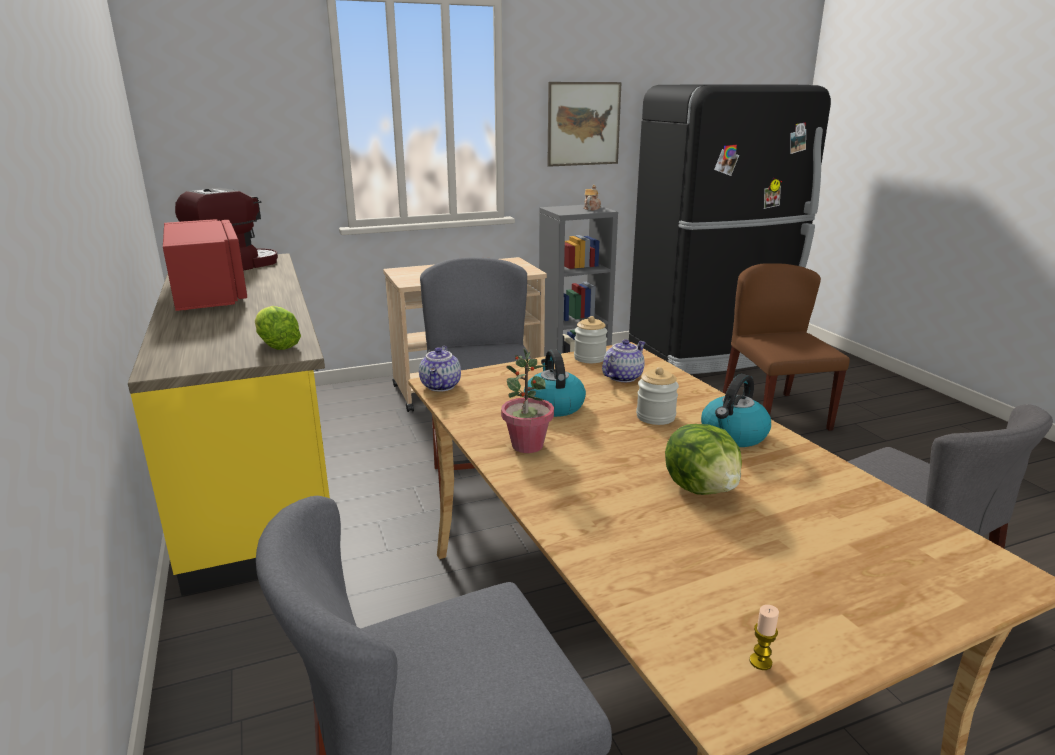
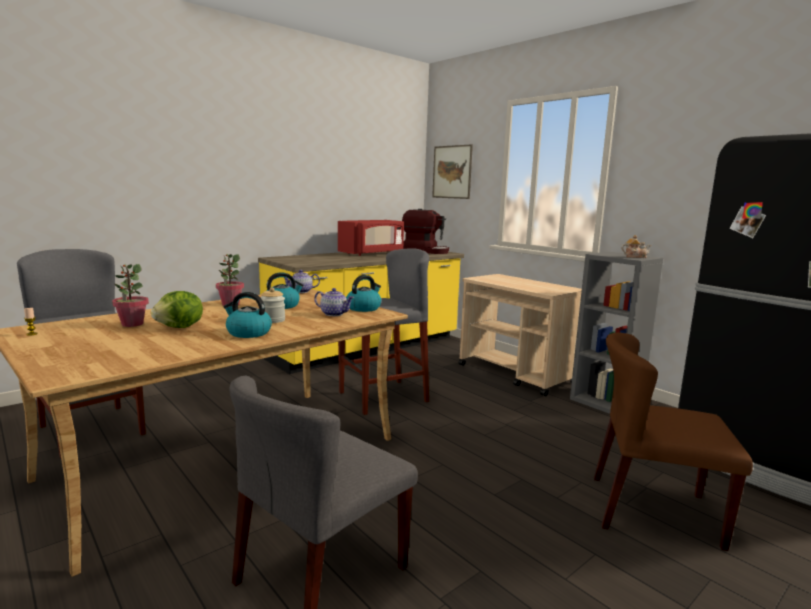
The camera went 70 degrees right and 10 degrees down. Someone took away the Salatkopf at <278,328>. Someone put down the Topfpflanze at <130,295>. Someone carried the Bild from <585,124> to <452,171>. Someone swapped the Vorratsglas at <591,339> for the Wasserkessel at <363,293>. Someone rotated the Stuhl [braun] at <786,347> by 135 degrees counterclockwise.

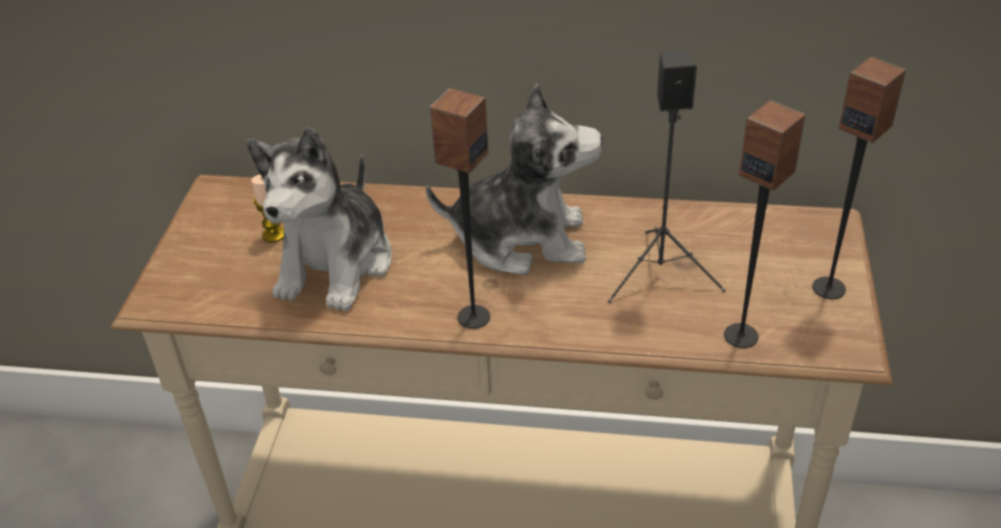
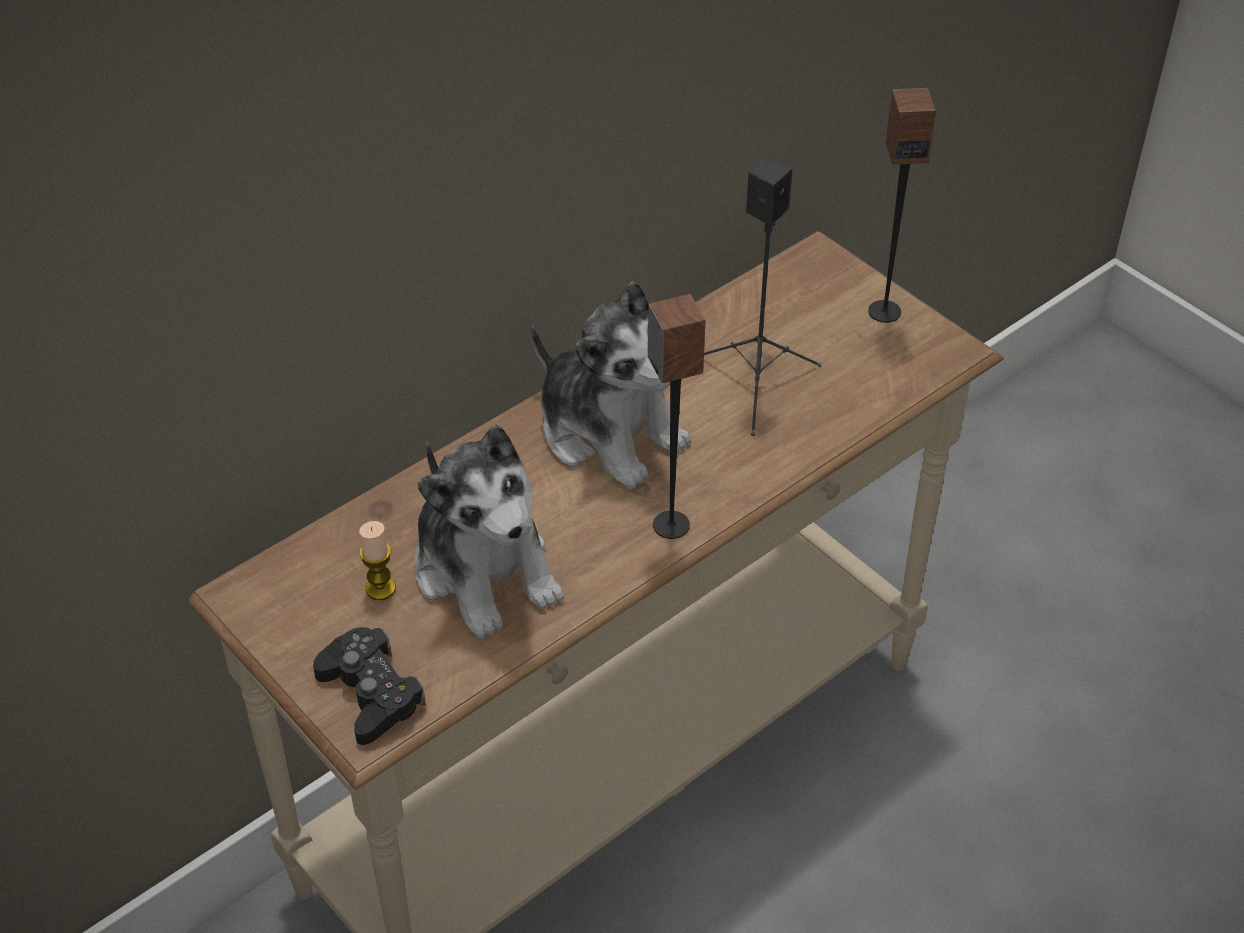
The camera went 50 degrees left and 5 degrees up. Someone took away the Lautsprecher at <765,224>. Someone put down the Gamepad [schwarz] at <369,686>. Someone rotated the Plüschtier at <514,179> by 90 degrees clockwise.

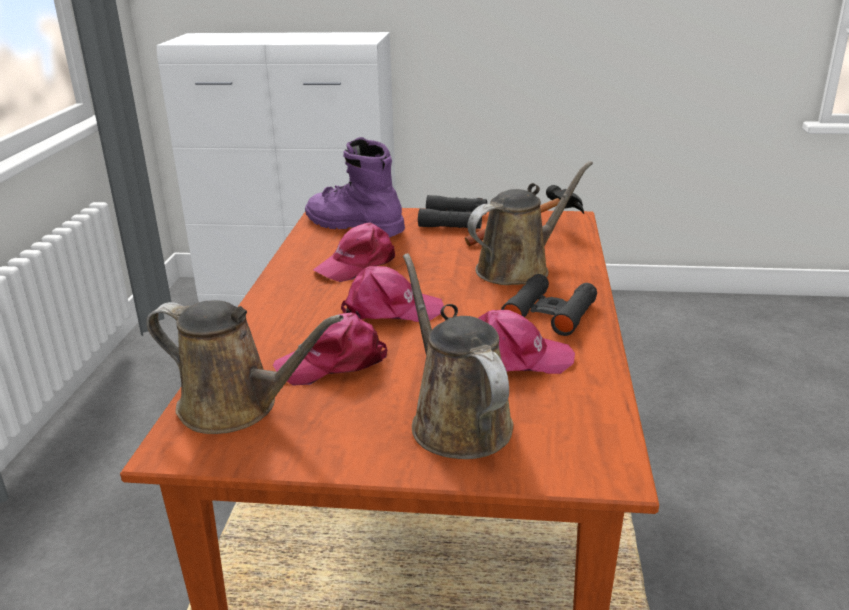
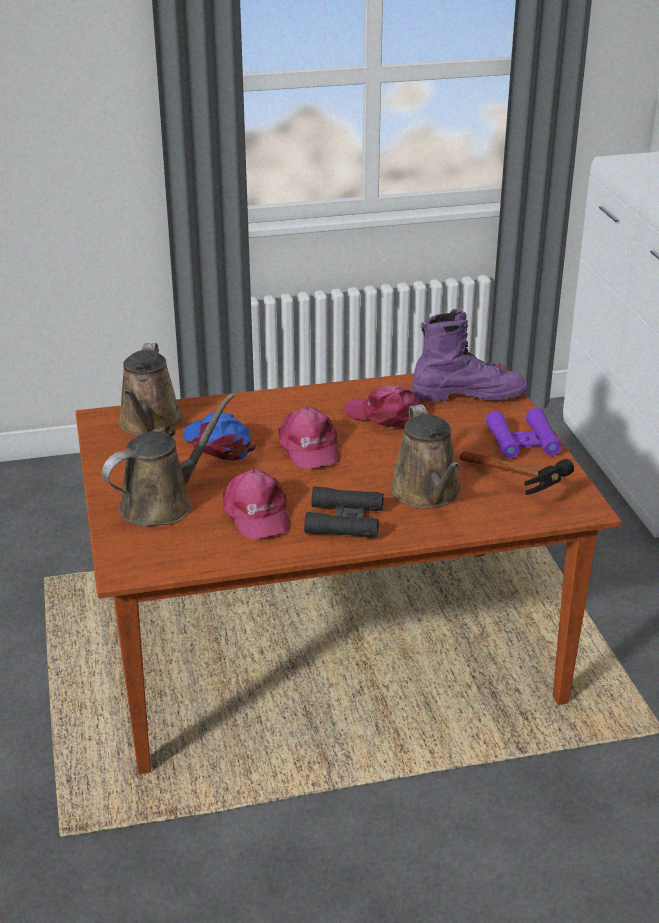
The camera went 70 degrees right and 5 degrees up. Someone repainted the Kappe [rosa] at <330,349>, which became the Kappe [blau] at <219,436>. Someone repainted the Fernglas [schwarz] at <452,212>, which became the Fernglas [lila] at <523,433>. Someone rotated the Stiefel [lila] at <355,187> by 75 degrees clockwise. Someone rotated the Gießkanne [braun] at <530,223> by 45 degrees clockwise.

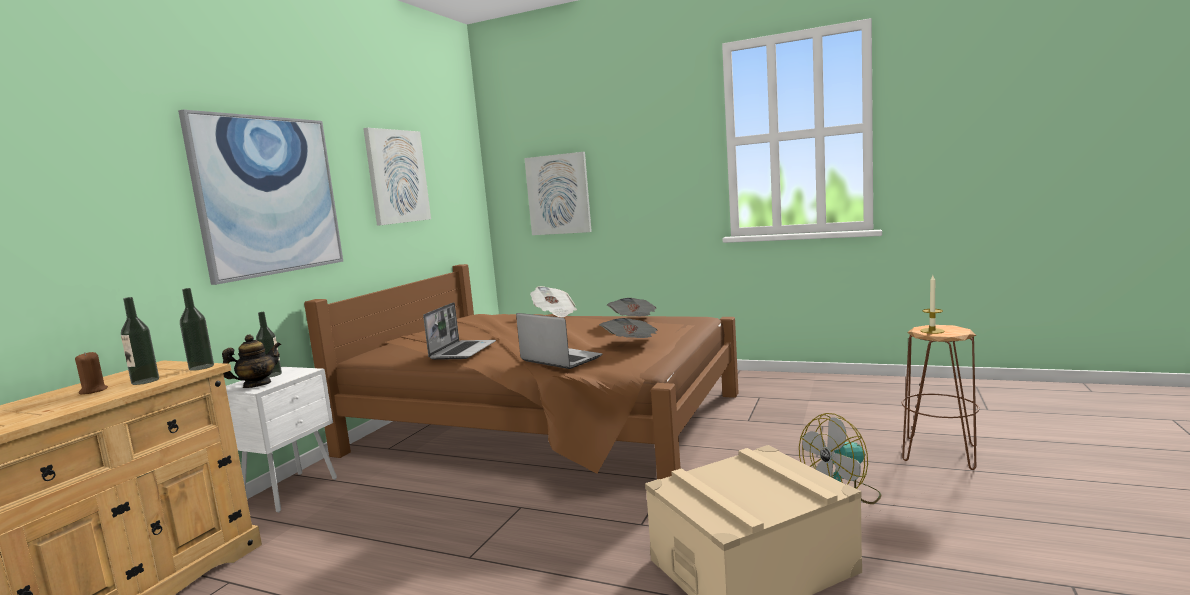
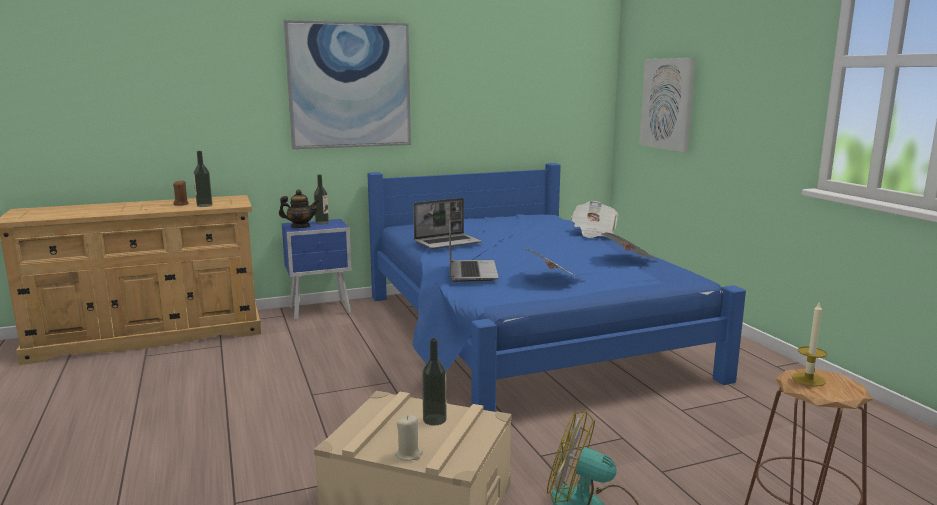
The camera went 45 degrees right and 5 degrees up. Someone took away the Bild at <397,177>. Someone put down the Kerze [beige] at <409,438>. Someone carried the Flasche from <197,329> to <434,382>. Someone repainted the Nachttisch [weiß] at <281,440>, which became the Nachttisch [blau] at <316,269>. Someone repainted the Bett [braun] at <521,371>, which became the Bett [blau] at <556,287>.

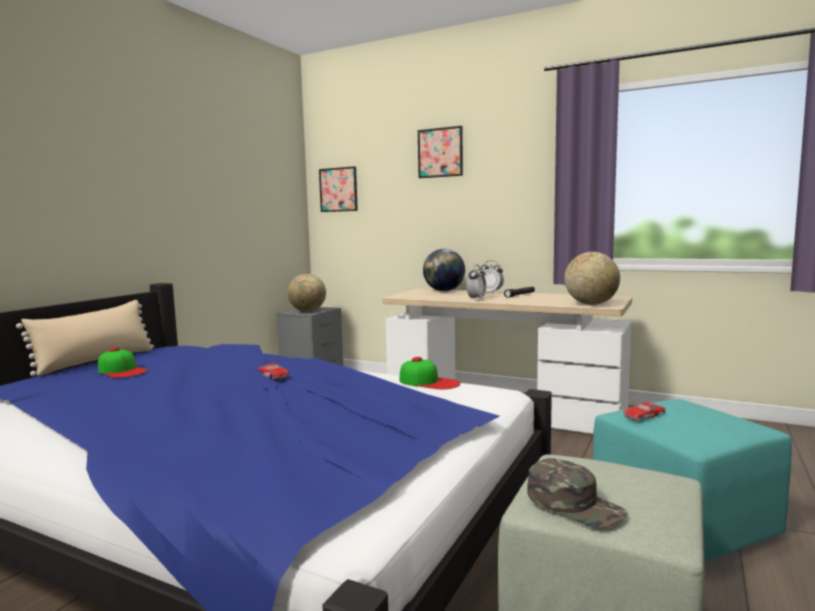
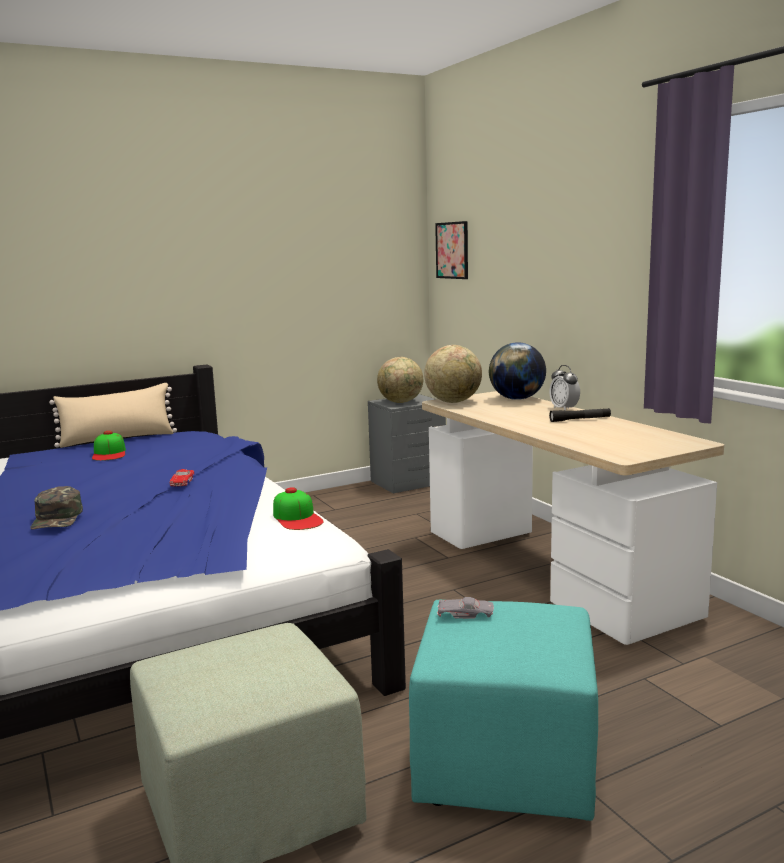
The camera went 35 degrees right and 5 degrees up. Someone took away the Bild at <440,152>. Someone took away the Wecker at <476,282>. Someone carried the Kappe [grün] from <577,493> to <56,508>. Someone carried the Globus from <592,278> to <453,374>. Someone repainted the Spielzeugauto [rot] at <645,411>, which became the Spielzeugauto [grau] at <465,608>.

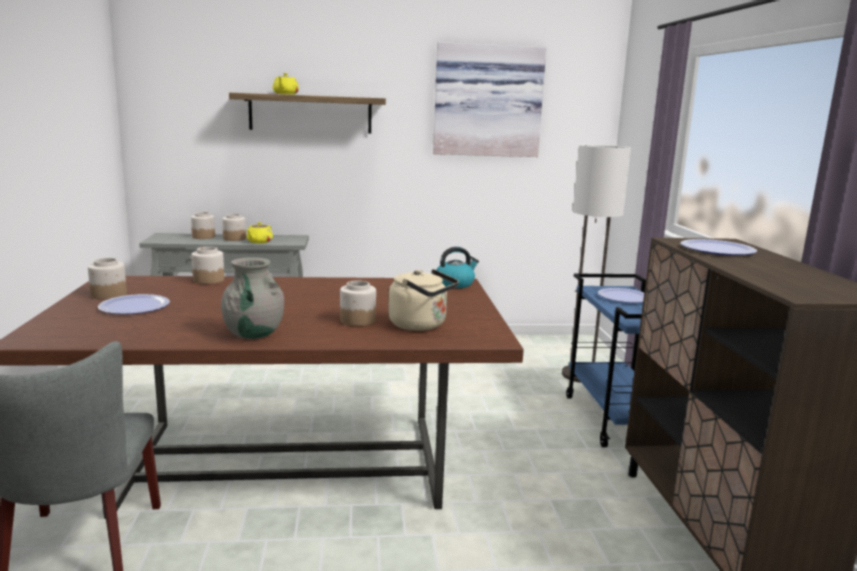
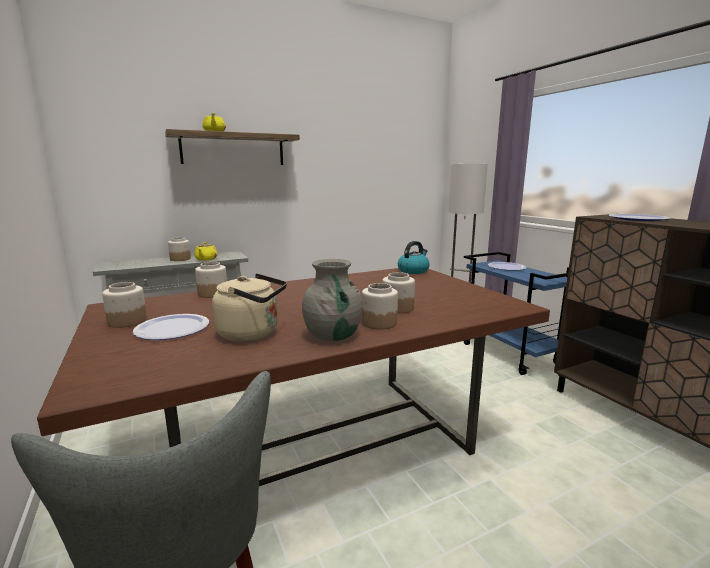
The camera went 20 degrees left and 0 degrees up. Someone took away the Bild at <489,99>. Someone carried the Vorratsglas from <203,225> to <380,306>. Someone carried the Wasserkessel [beige] from <423,300> to <249,307>.

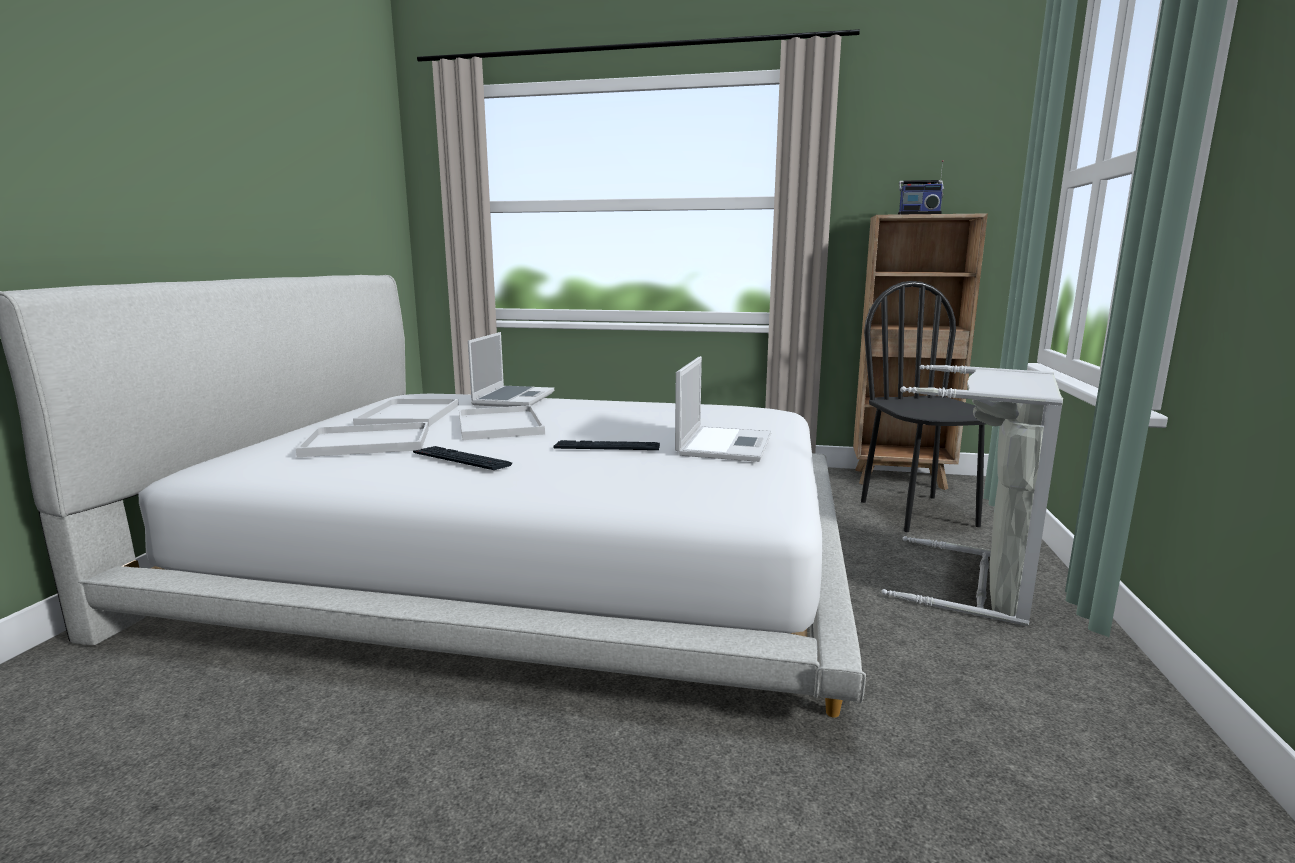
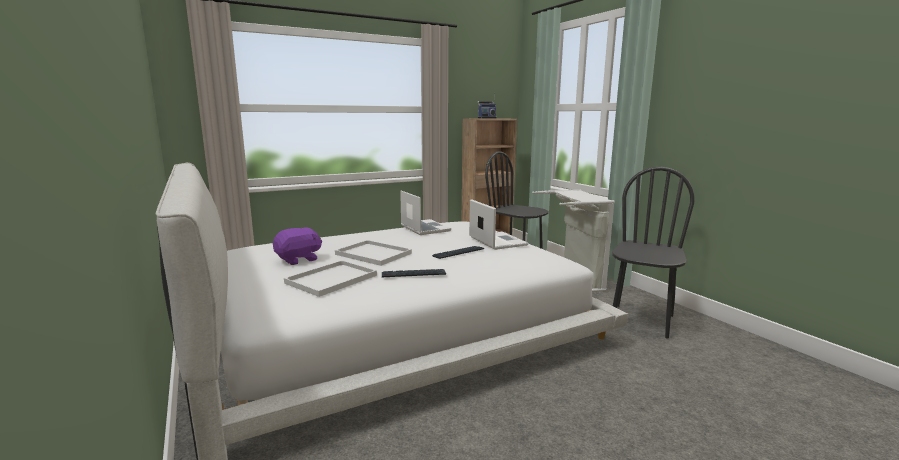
The camera went 40 degrees left and 0 degrees up. Someone put down the Stuhl [schwarz] at <653,253>. Someone carried the Laptop from <511,369> to <425,213>. Someone swapped the Tablett [weiß] at <406,412> for the Plüschtier [lila] at <297,246>.

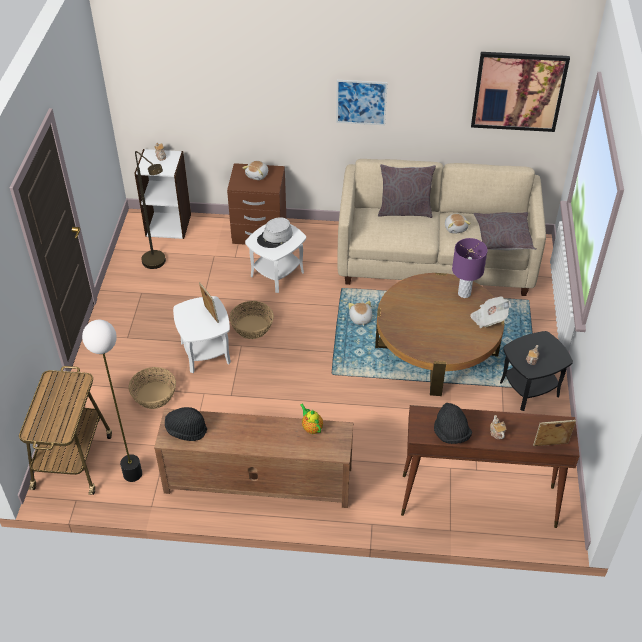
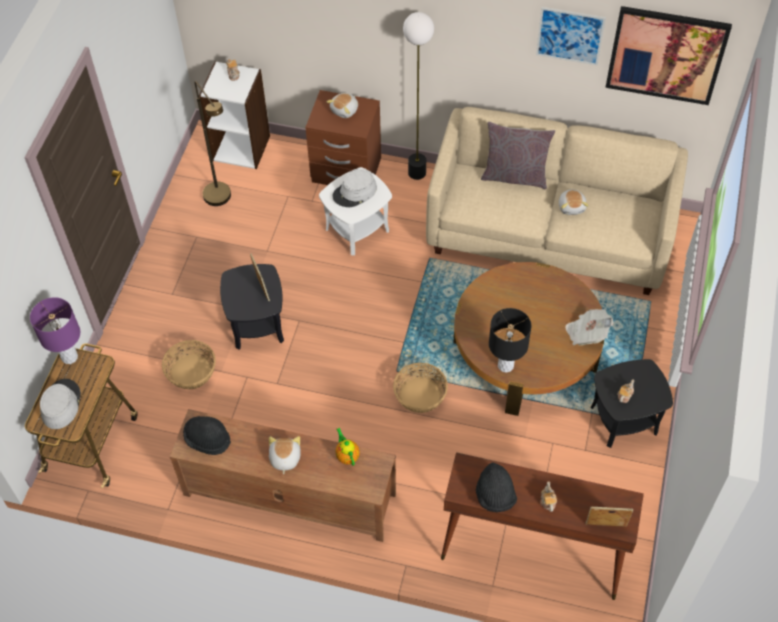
The camera went 10 degrees right and 10 degrees up. Someone took away the Kissen [grau] at <505,231>. Someone put down the Hut [grau] at <60,404>. Someone put down the Tischlampe [schwarz] at <510,340>. Someone carried the Stehlampe from <112,401> to <418,96>. Someone carried the Korb from <251,320> to <420,388>. Someone carried the Bild from <362,102> to <571,36>. Someone carried the Plüschtier from <360,313> to <285,455>. Someone carried the Tischlampe [lila] from <470,268> to <55,330>. Someone repainted the Beistelltisch [weiß] at <202,334>, which became the Beistelltisch [schwarz] at <252,306>.

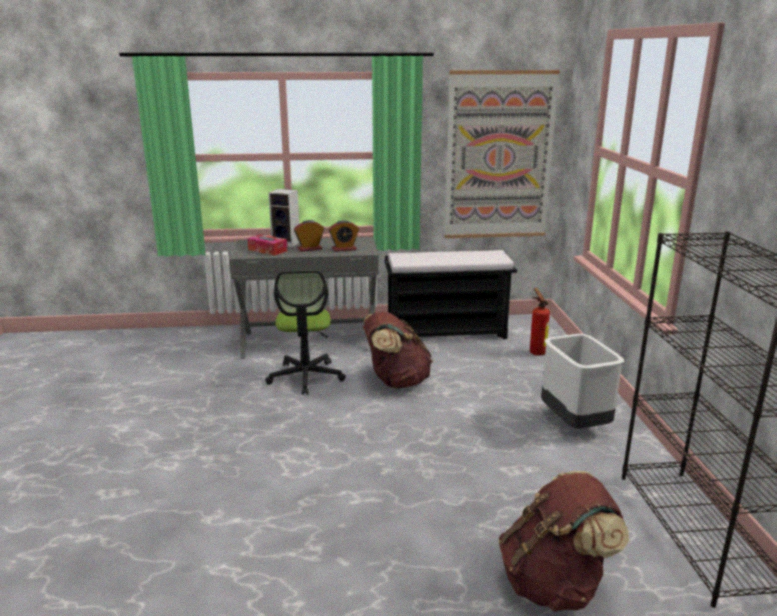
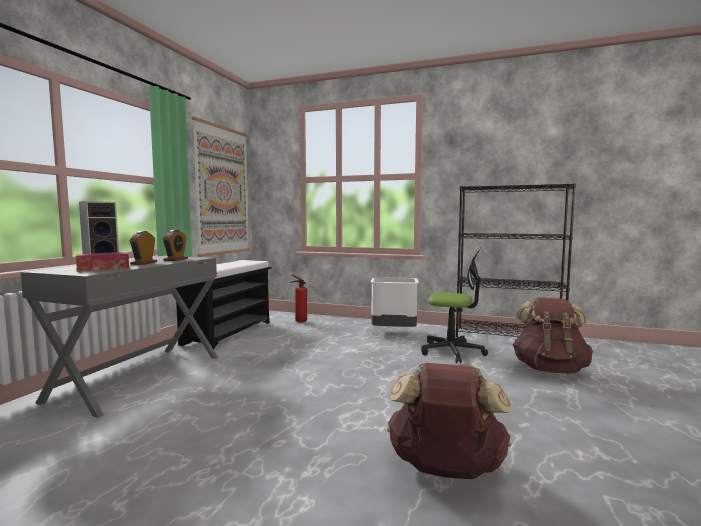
The camera went 65 degrees left and 15 degrees down. Someone carried the Bürostuhl from <305,332> to <454,305>. Someone carried the Rucksack [braun] from <398,350> to <449,421>.

